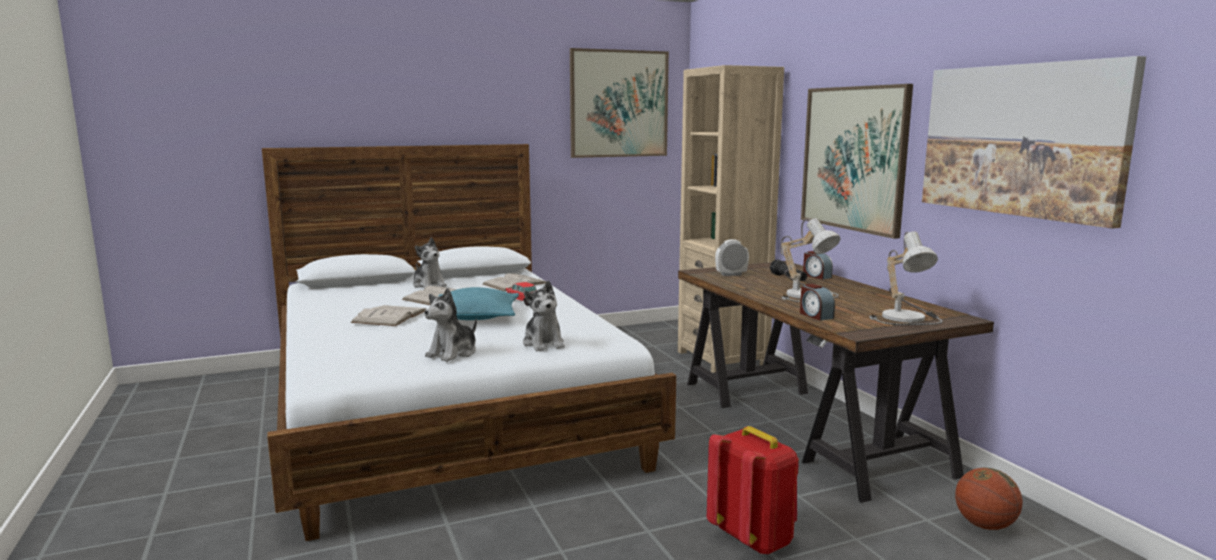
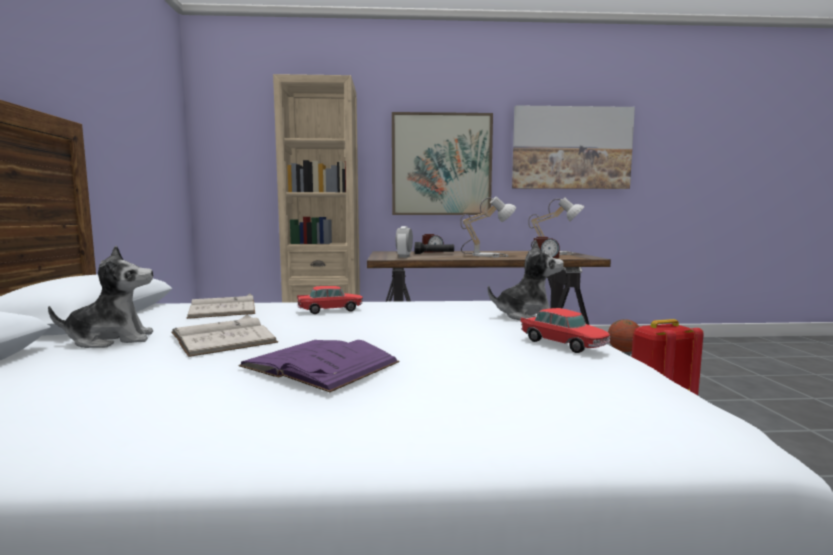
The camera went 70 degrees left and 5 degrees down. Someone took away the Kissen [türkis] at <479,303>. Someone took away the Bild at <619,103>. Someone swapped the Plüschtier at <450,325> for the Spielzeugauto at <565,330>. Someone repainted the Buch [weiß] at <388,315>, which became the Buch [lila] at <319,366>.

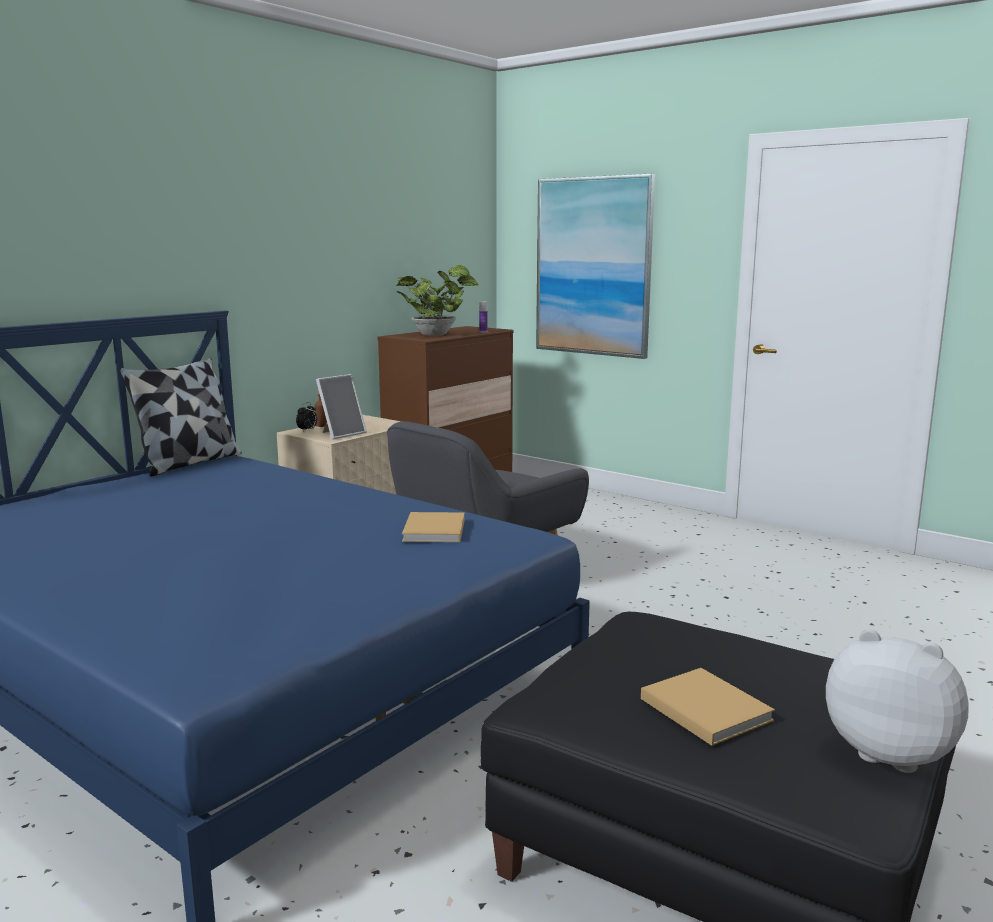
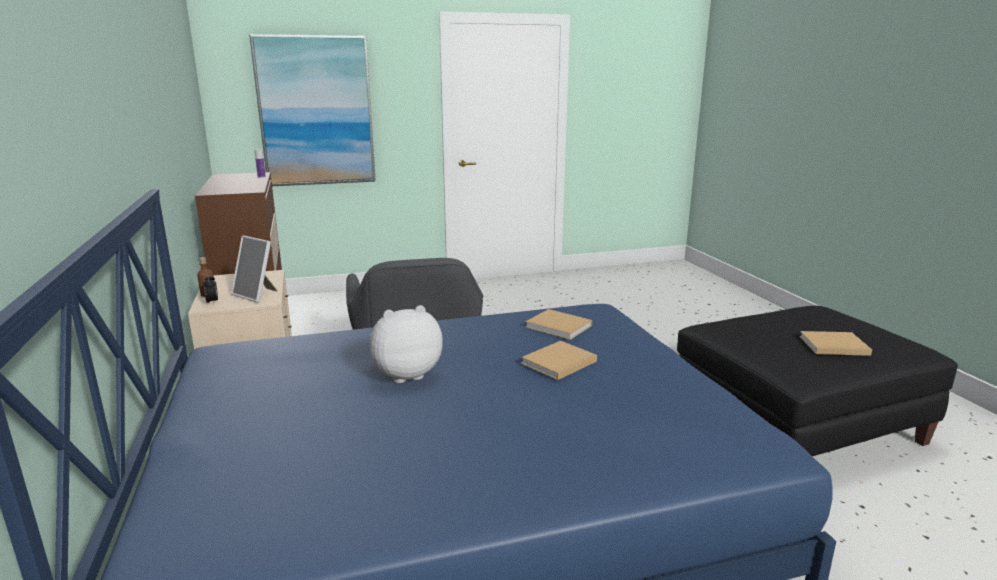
The camera went 55 degrees left and 5 degrees up. Someone took away the Kissen at <180,417>. Someone took away the Topfpflanze at <437,300>. Someone put down the Buch [beige] at <559,360>. Someone carried the Plüschtier from <897,701> to <406,344>. Someone rotated the Bilderrahmen at <341,406> by 135 degrees clockwise.

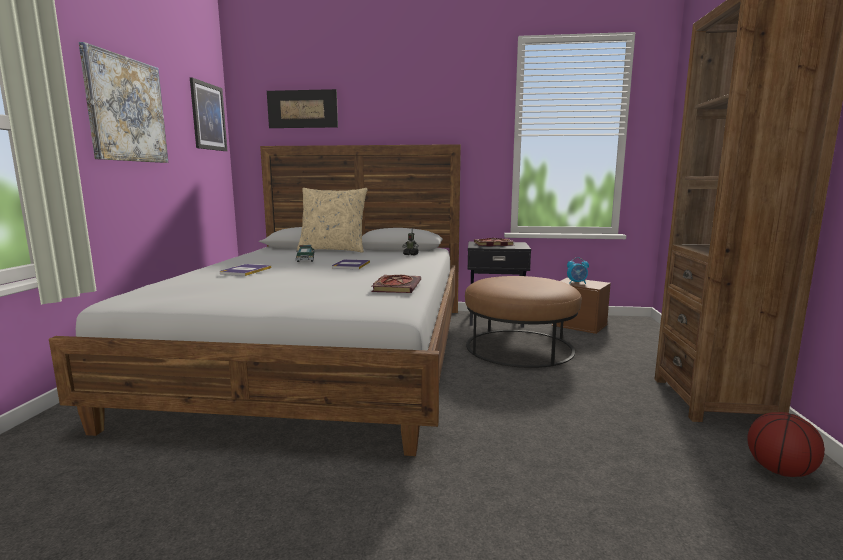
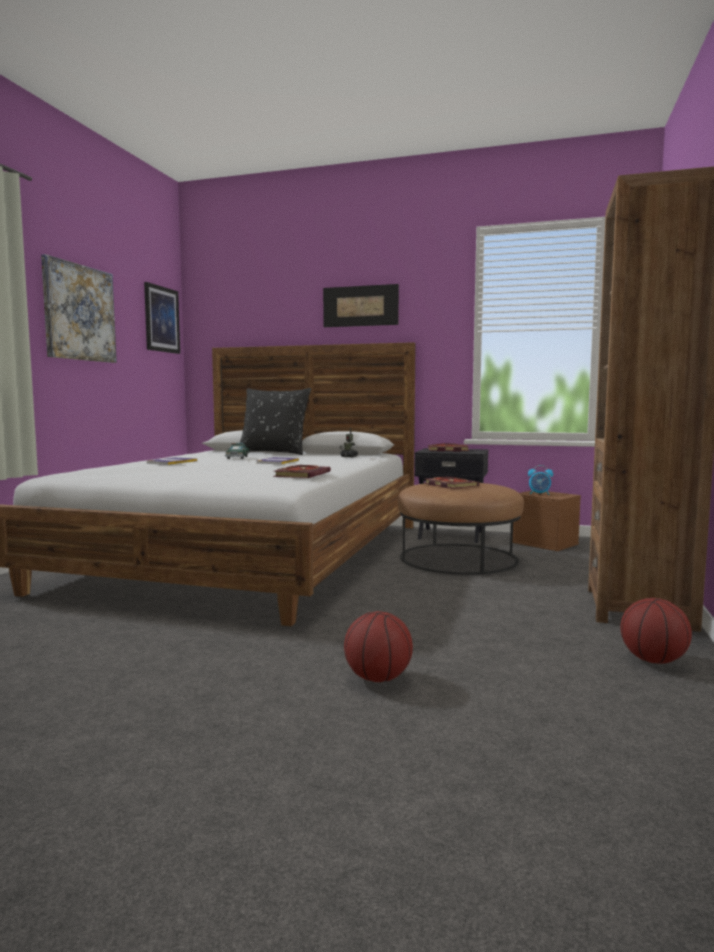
The camera went 10 degrees right and 5 degrees down. Someone put down the Basketball at <378,646>. Someone put down the Buch at <451,483>. Someone carried the Bild from <302,108> to <361,305>. Someone repainted the Kissen [beige] at <332,220>, which became the Kissen [schwarz] at <275,421>.

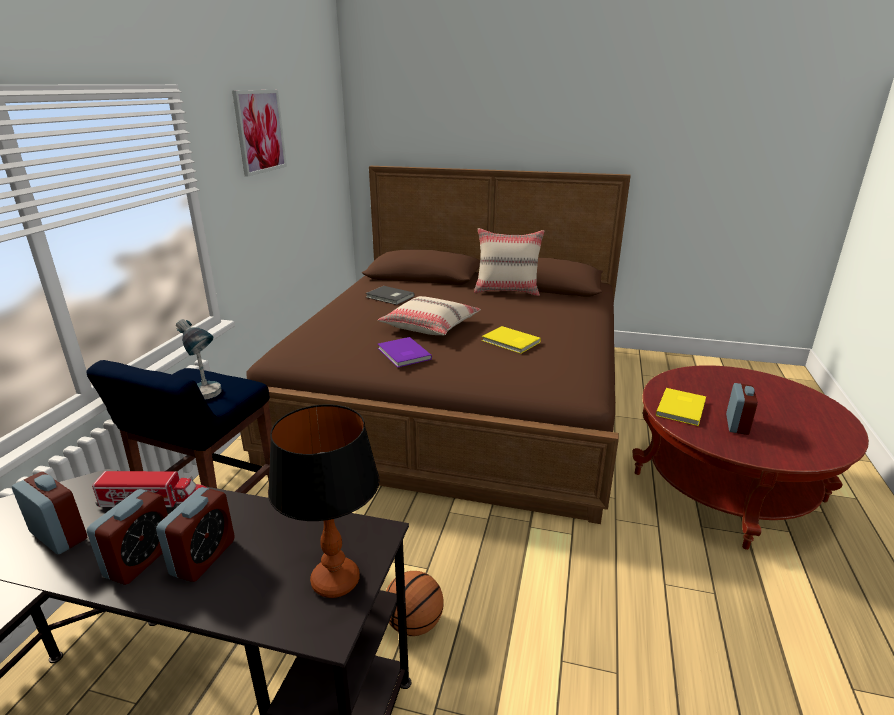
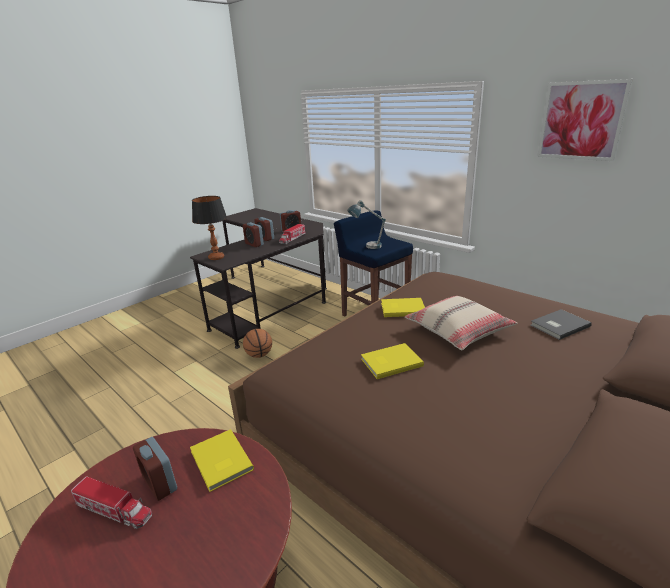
The camera went 120 degrees right and 0 degrees up. Someone took away the Kissen [beige] at <509,262>. Someone put down the Spielzeuglaster at <111,502>. Someone repainted the Buch [lila] at <405,352>, which became the Buch [gelb] at <403,307>.

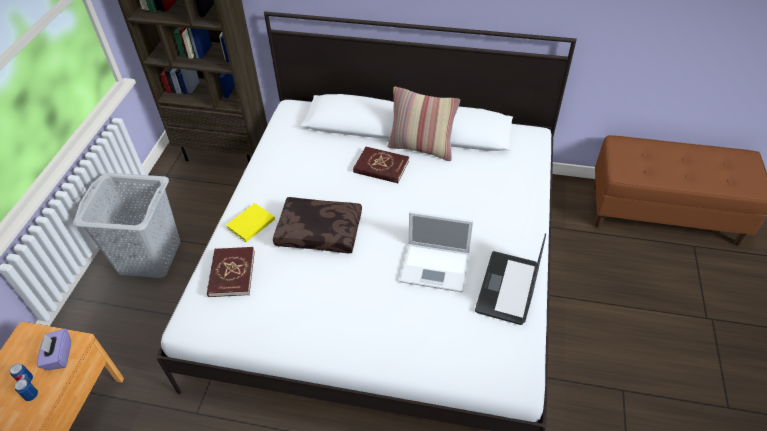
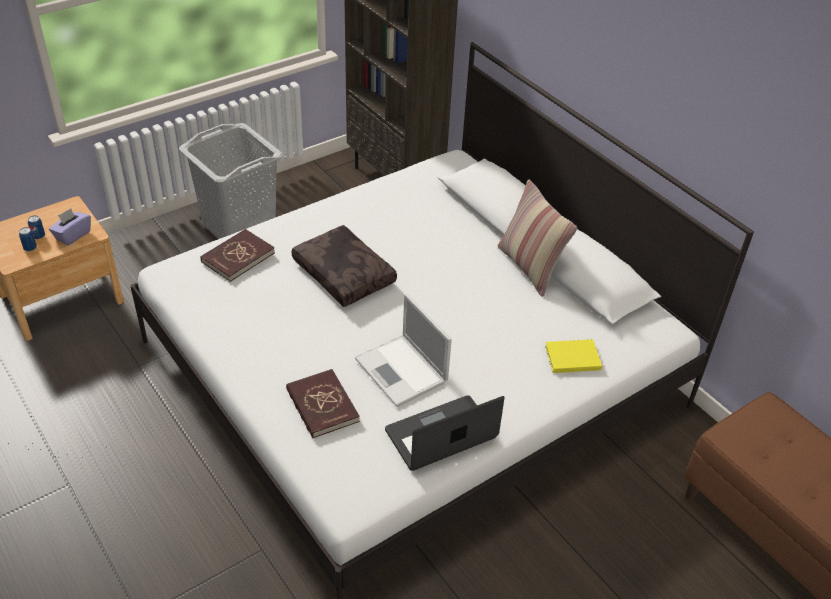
The camera went 40 degrees right and 5 degrees down. Someone carried the Buch [gelb] from <250,222> to <573,356>. Someone carried the Buch [rot] from <381,165> to <323,403>.

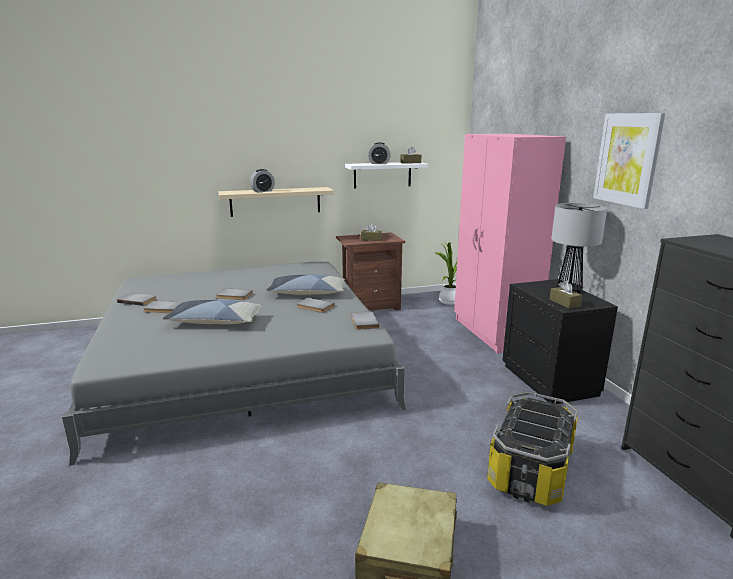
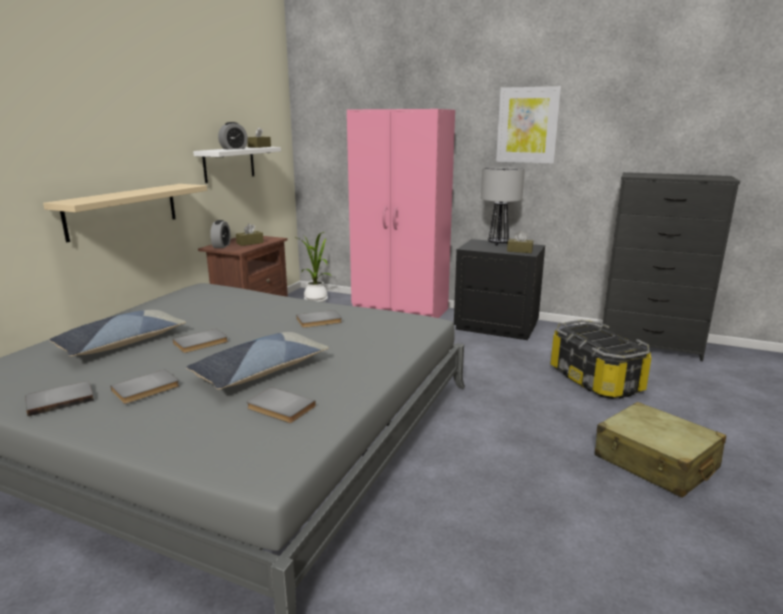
The camera went 50 degrees left and 0 degrees up. Someone carried the Wecker from <262,180> to <220,234>. Someone carried the Kissen from <305,285> to <117,333>. Someone carried the Buch [grau] from <365,320> to <281,405>.

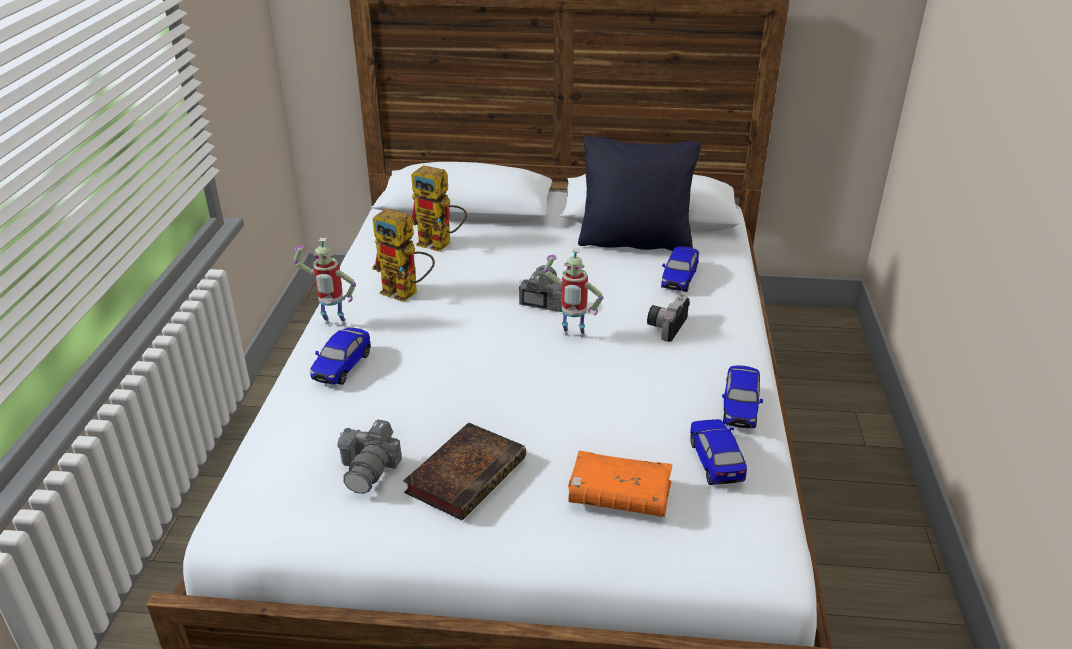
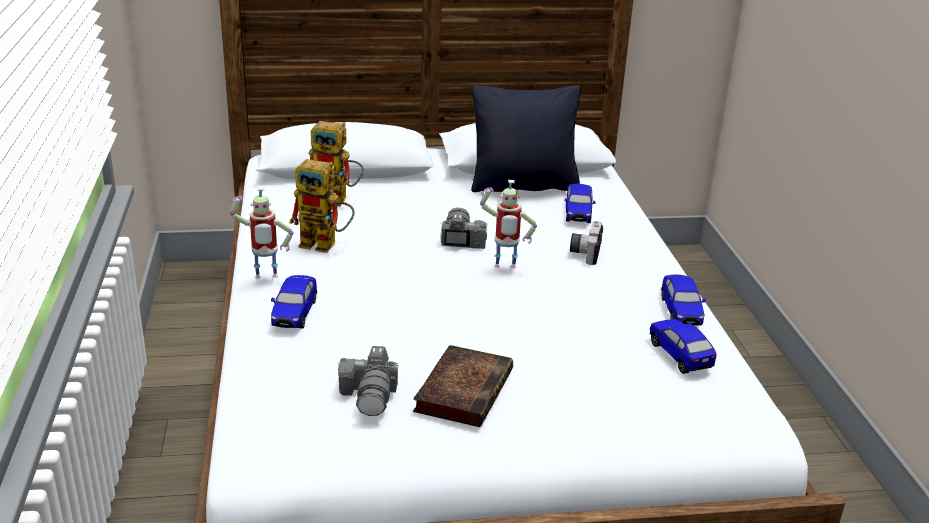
The camera went 15 degrees left and 5 degrees down. Someone took away the Buch [orange] at <620,484>.

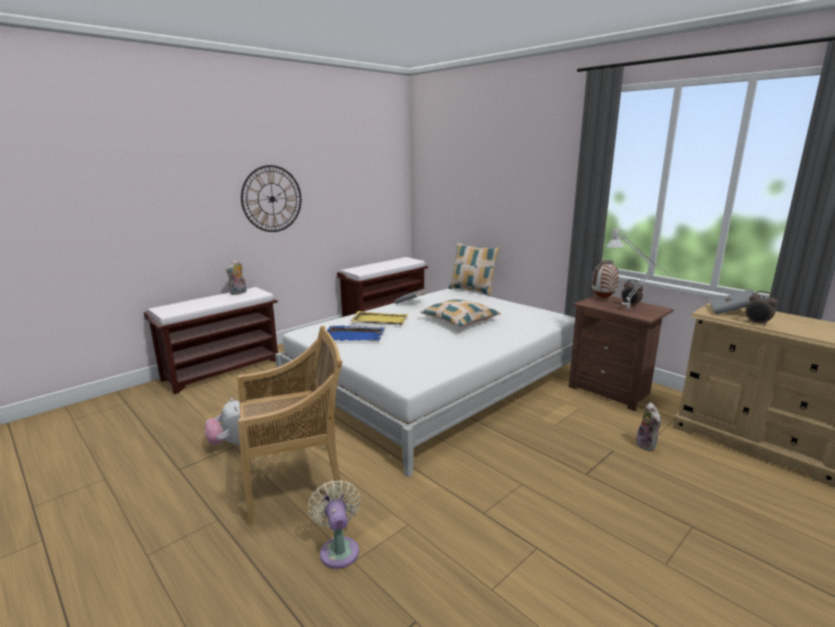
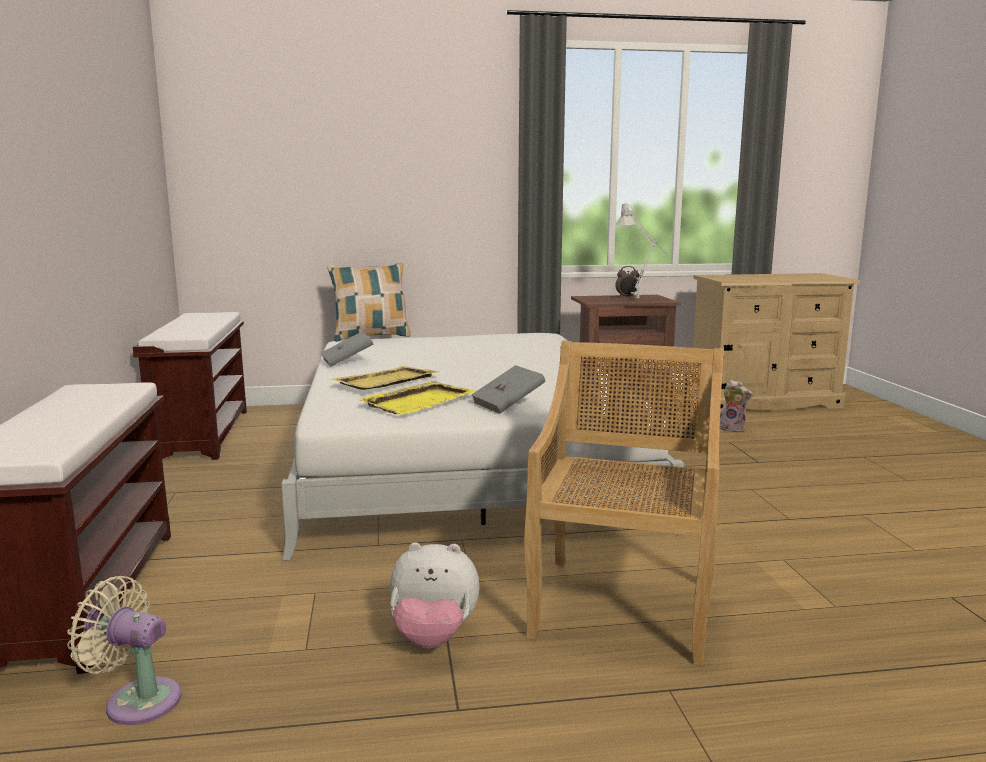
The camera went 55 degrees left and 5 degrees down. Someone took away the Plüschtier at <236,277>. Someone took away the Wanduhr at <271,198>. Someone took away the Kissen at <460,313>. Someone took away the Vase at <605,279>. Someone took away the Wecker at <761,308>. Someone carried the Ventilator [beige] from <334,524> to <124,650>. Someone carried the Buch [grau] from <732,302> to <508,389>. Someone repainted the Tablett [blau] at <356,333>, which became the Tablett [gelb] at <417,397>.

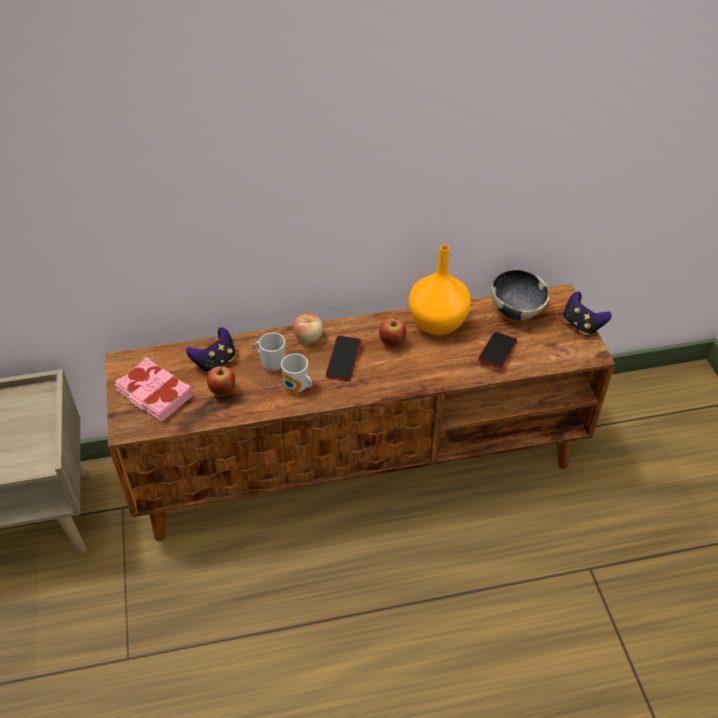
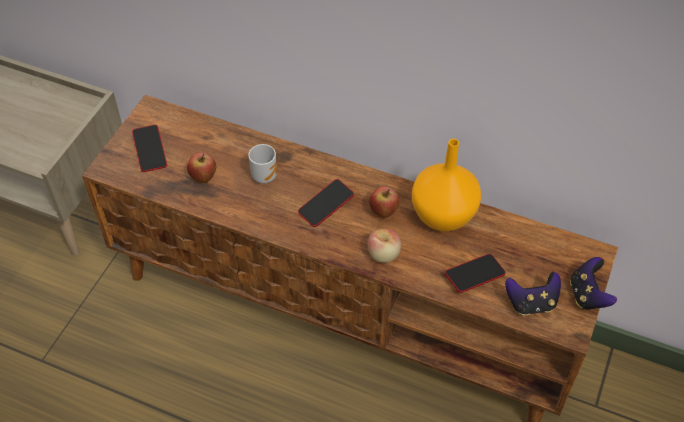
The camera went 35 degrees right and 5 degrees up. Someone took away the Henkelbecher at <296,373>. Someone took away the Schüssel at <520,294>. Someone carried the Gamepad from <210,350> to <533,293>. Someone carried the Apfel from <308,328> to <384,246>. Someone swapped the Buch [rosa] at <154,389> for the Handy at <149,148>.

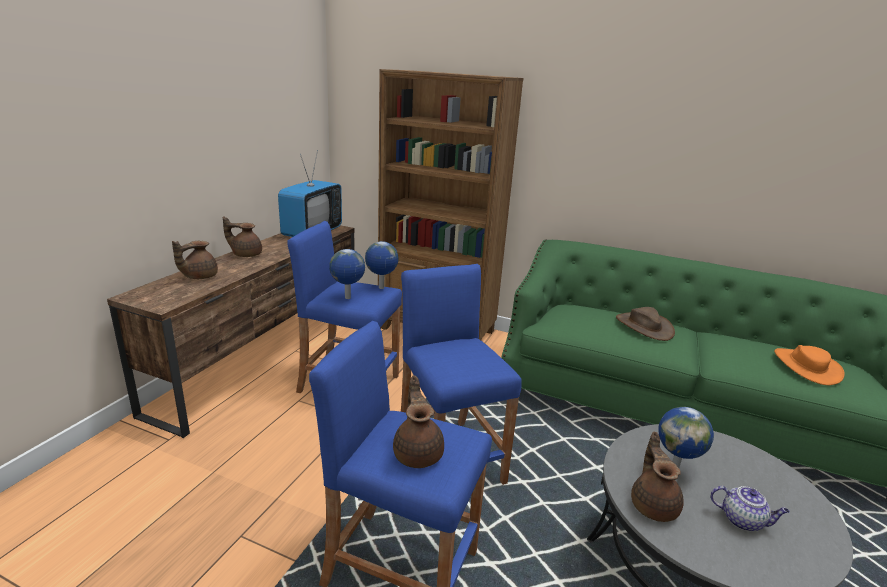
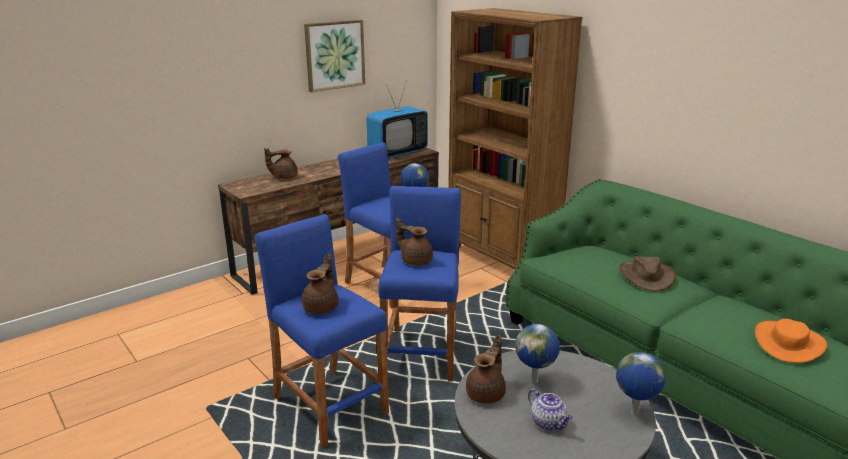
The camera went 30 degrees right and 0 degrees up. Someone put up the Bild at <334,56>. Someone carried the Teekanne [braun] from <242,236> to <414,241>. Someone carried the Globus from <347,274> to <641,383>.

